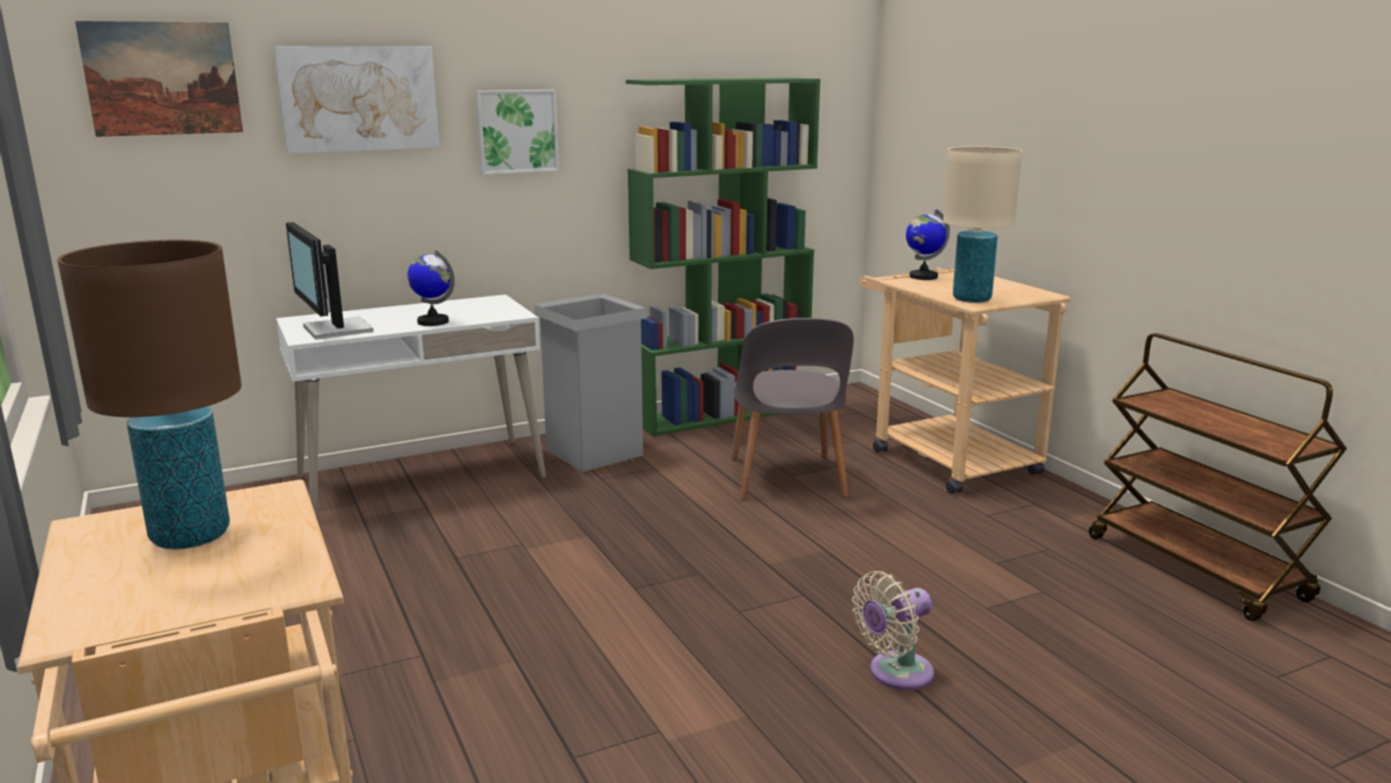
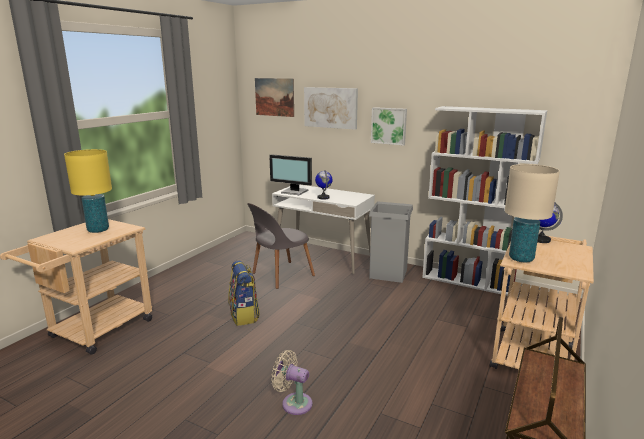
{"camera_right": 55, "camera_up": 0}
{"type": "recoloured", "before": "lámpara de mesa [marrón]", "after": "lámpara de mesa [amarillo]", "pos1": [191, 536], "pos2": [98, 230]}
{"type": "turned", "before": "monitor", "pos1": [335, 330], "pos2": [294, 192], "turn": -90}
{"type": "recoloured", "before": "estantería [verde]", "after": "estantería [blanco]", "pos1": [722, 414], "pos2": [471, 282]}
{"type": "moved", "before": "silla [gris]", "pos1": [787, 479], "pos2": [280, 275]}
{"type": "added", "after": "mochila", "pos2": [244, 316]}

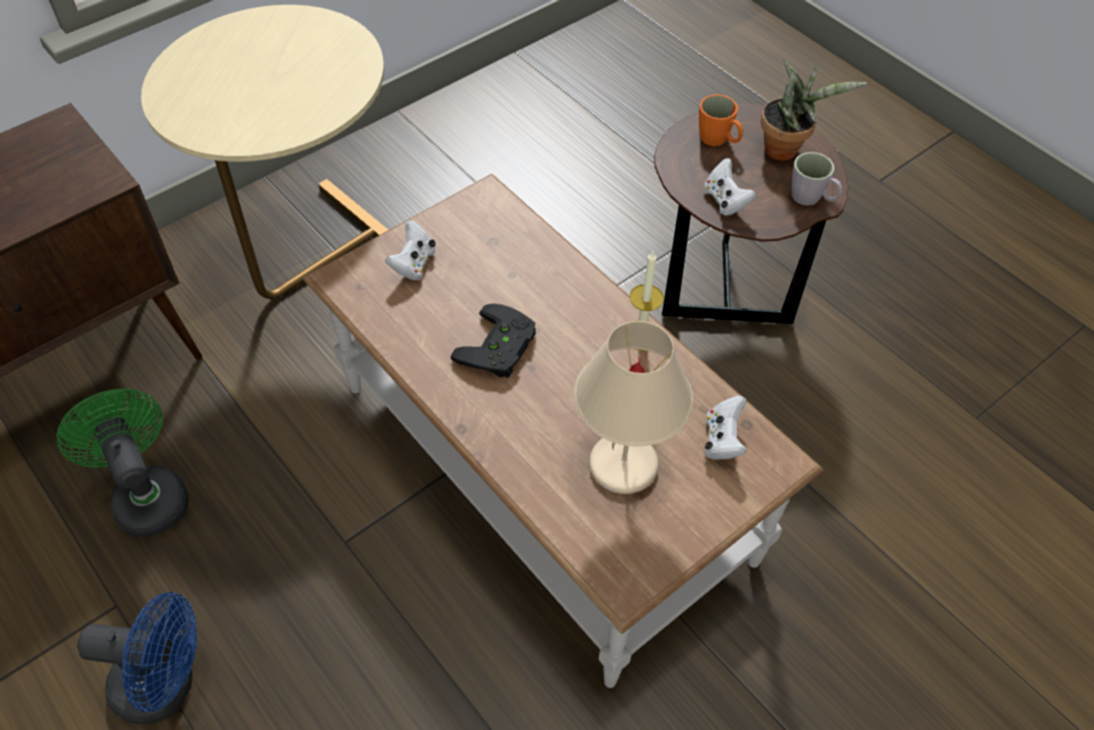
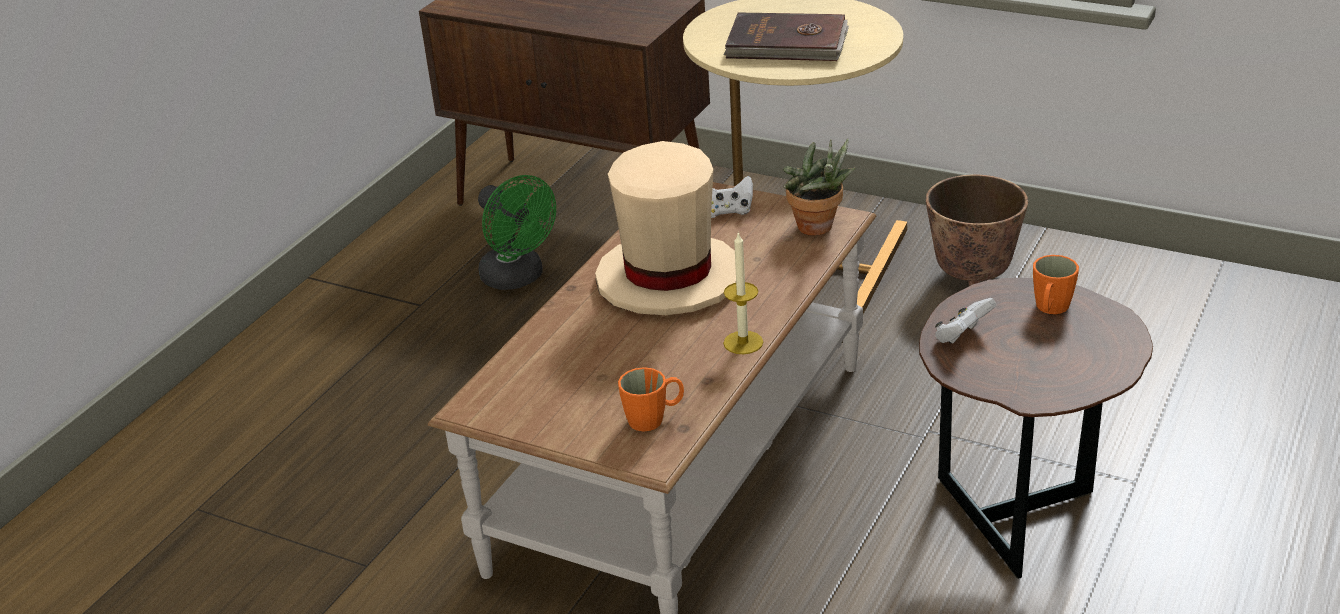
{"camera_right": 70, "camera_up": -20}
{"type": "turned", "before": "ventilador [verde]", "pos1": [147, 495], "pos2": [518, 278], "turn": 105}
{"type": "removed", "before": "ventilador [azul]", "pos1": [166, 686]}
{"type": "replaced", "before": "mando de consola [negro]", "after": "sombrero [beis]", "pos1": [501, 348], "pos2": [668, 279]}
{"type": "removed", "before": "lámpara de mesa [beis]", "pos1": [623, 467]}
{"type": "replaced", "before": "mando de consola [blanco]", "after": "taza grande [naranja]", "pos1": [722, 440], "pos2": [654, 418]}
{"type": "moved", "before": "planta en maceta", "pos1": [785, 149], "pos2": [818, 229]}
{"type": "removed", "before": "taza grande [gris]", "pos1": [811, 199]}
{"type": "added", "after": "libro [marrón]", "pos2": [787, 44]}
{"type": "added", "after": "maceta", "pos2": [973, 276]}

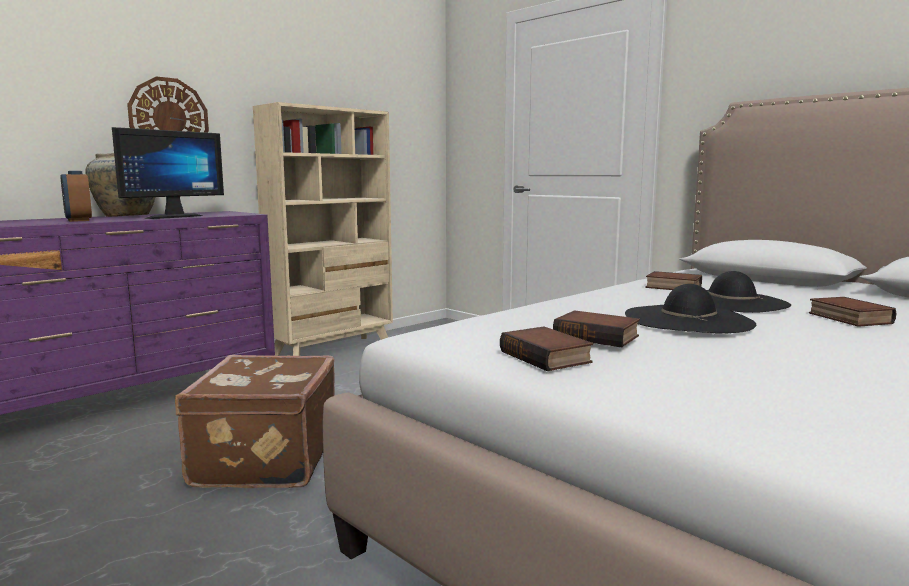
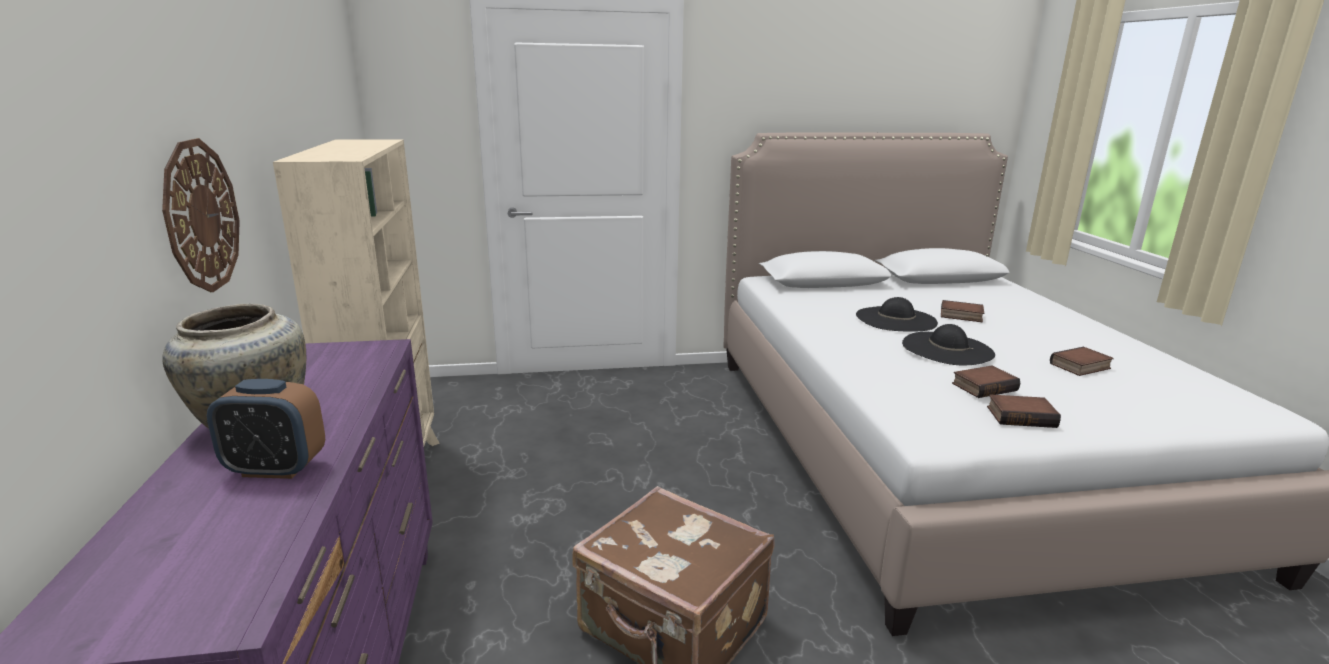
{"camera_right": -55, "camera_up": 10}
{"type": "removed", "before": "monitor", "pos1": [170, 217]}
{"type": "moved", "before": "libro", "pos1": [672, 287], "pos2": [1080, 367]}

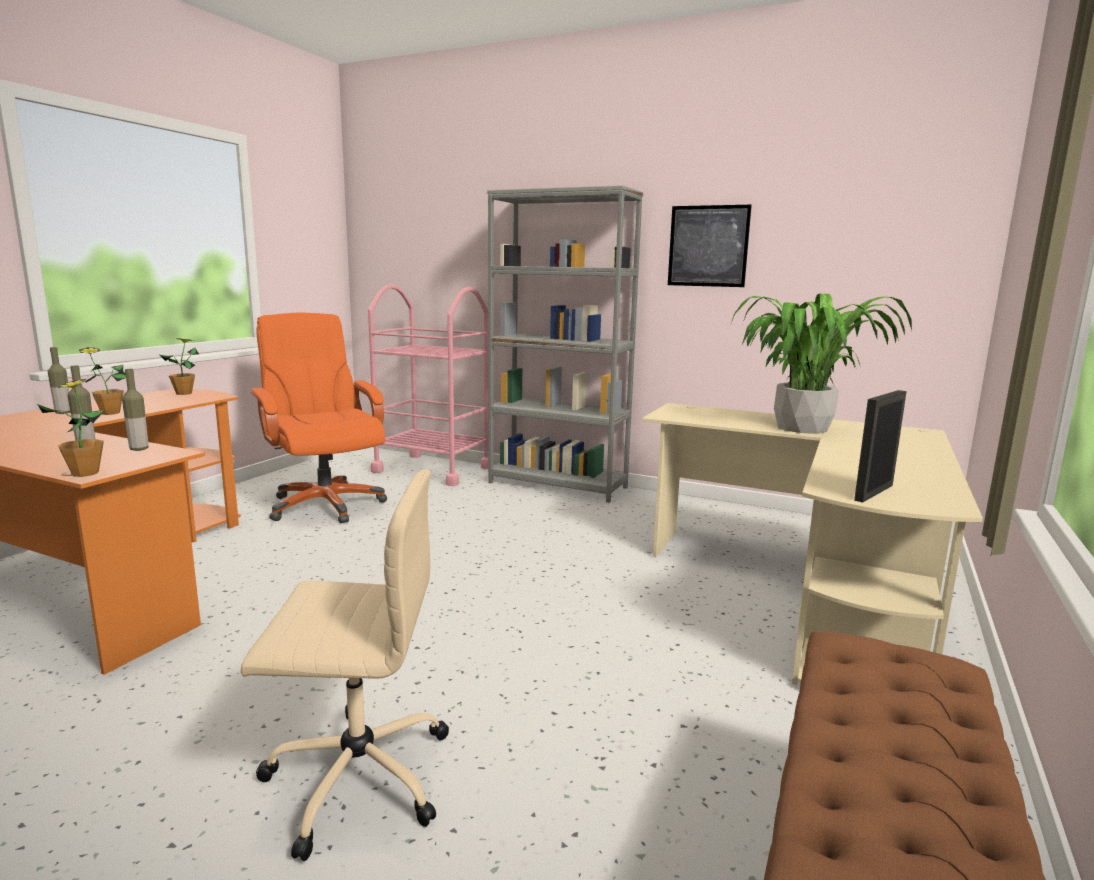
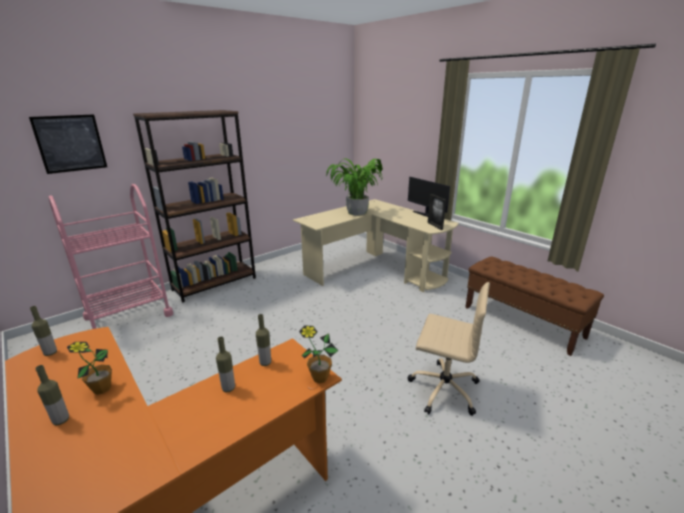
{"camera_right": -65, "camera_up": 10}
{"type": "replaced", "before": "planta en maceta", "after": "botella", "pos1": [184, 393], "pos2": [50, 353]}
{"type": "turned", "before": "silla de oficina [beis]", "pos1": [355, 776], "pos2": [443, 389], "turn": 90}
{"type": "removed", "before": "silla de oficina [naranja]", "pos1": [325, 505]}
{"type": "recoloured", "before": "estantería [gris]", "after": "estantería [marrón]", "pos1": [558, 485], "pos2": [215, 284]}
{"type": "moved", "before": "cuadro", "pos1": [708, 246], "pos2": [70, 143]}
{"type": "added", "after": "monitor", "pos2": [426, 215]}

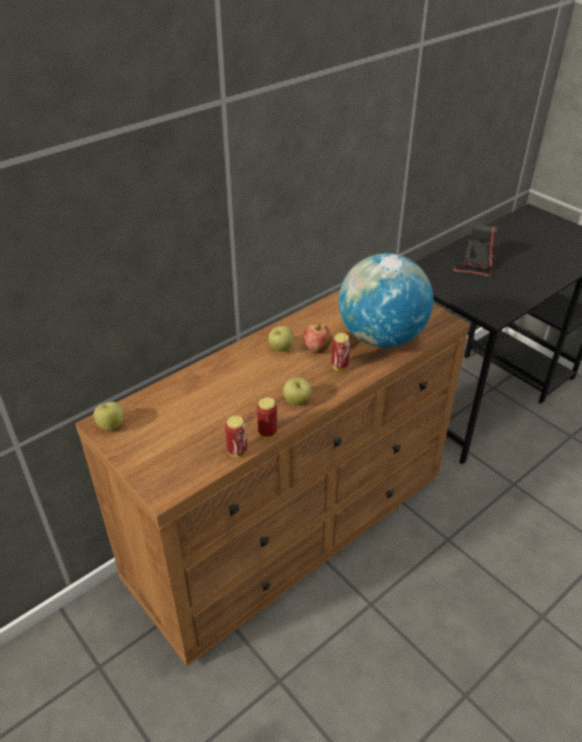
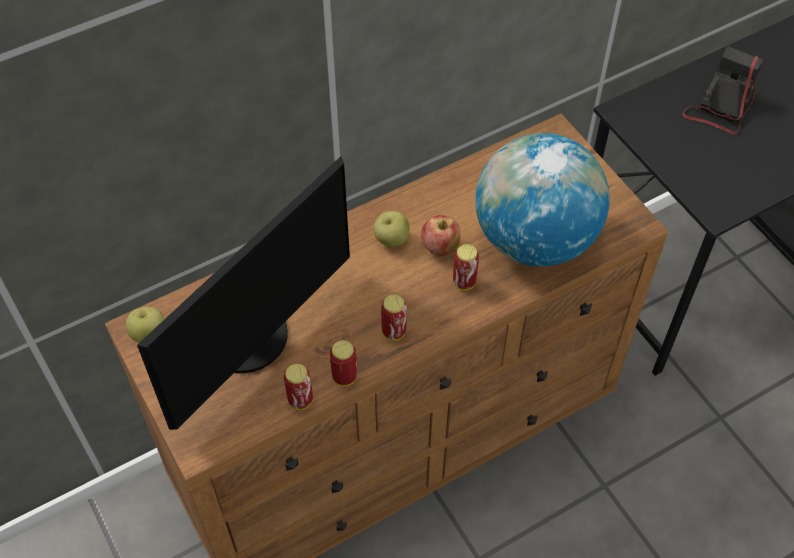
{"camera_right": 10, "camera_up": 15}
{"type": "replaced", "before": "manzana", "after": "lata", "pos1": [297, 401], "pos2": [394, 332]}
{"type": "added", "after": "monitor", "pos2": [252, 340]}

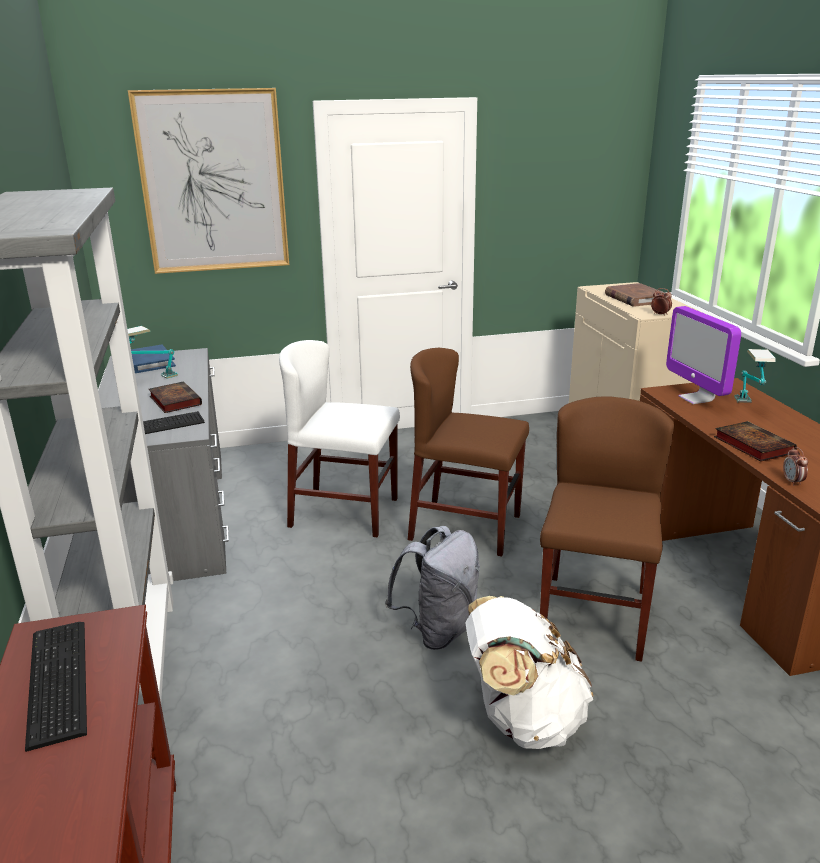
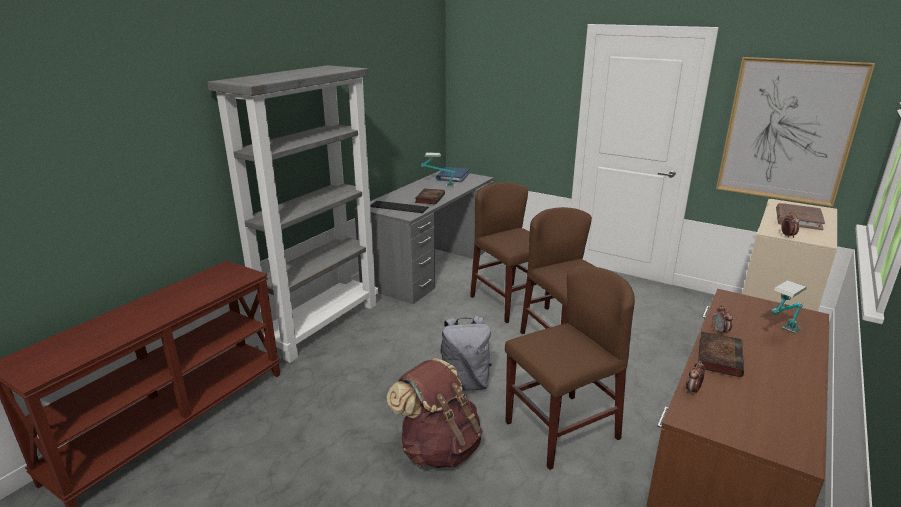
{"camera_right": 45, "camera_up": 0}
{"type": "removed", "before": "teclado", "pos1": [54, 683]}
{"type": "moved", "before": "cuadro", "pos1": [213, 182], "pos2": [788, 131]}
{"type": "recoloured", "before": "silla [blanco]", "after": "silla [marrón]", "pos1": [344, 512], "pos2": [509, 302]}
{"type": "recoloured", "before": "mochila [blanco]", "after": "mochila [marrón]", "pos1": [522, 719], "pos2": [438, 448]}
{"type": "removed", "before": "monitor", "pos1": [696, 398]}
{"type": "added", "after": "despertador", "pos2": [720, 331]}

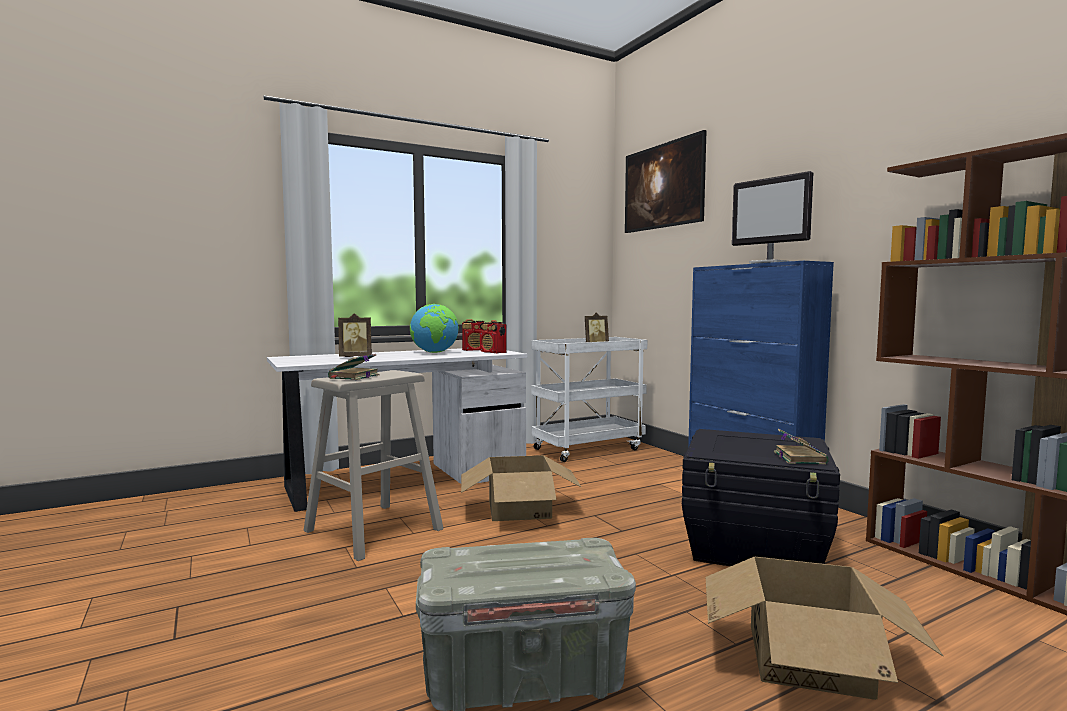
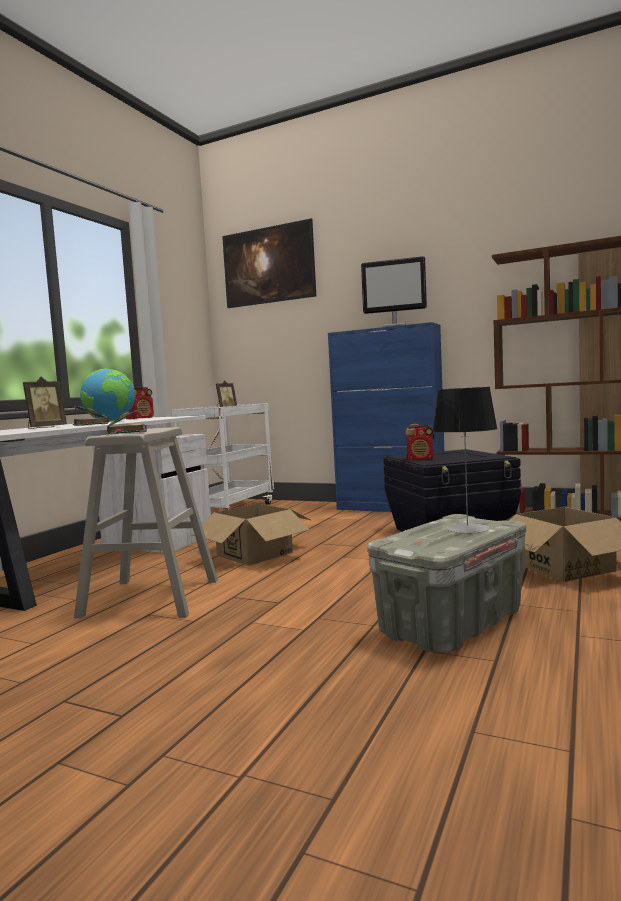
{"camera_right": -35, "camera_up": 0}
{"type": "moved", "before": "radio", "pos1": [493, 352], "pos2": [420, 459]}
{"type": "moved", "before": "libro", "pos1": [799, 457], "pos2": [90, 424]}
{"type": "added", "after": "lámpara de mesa", "pos2": [467, 528]}

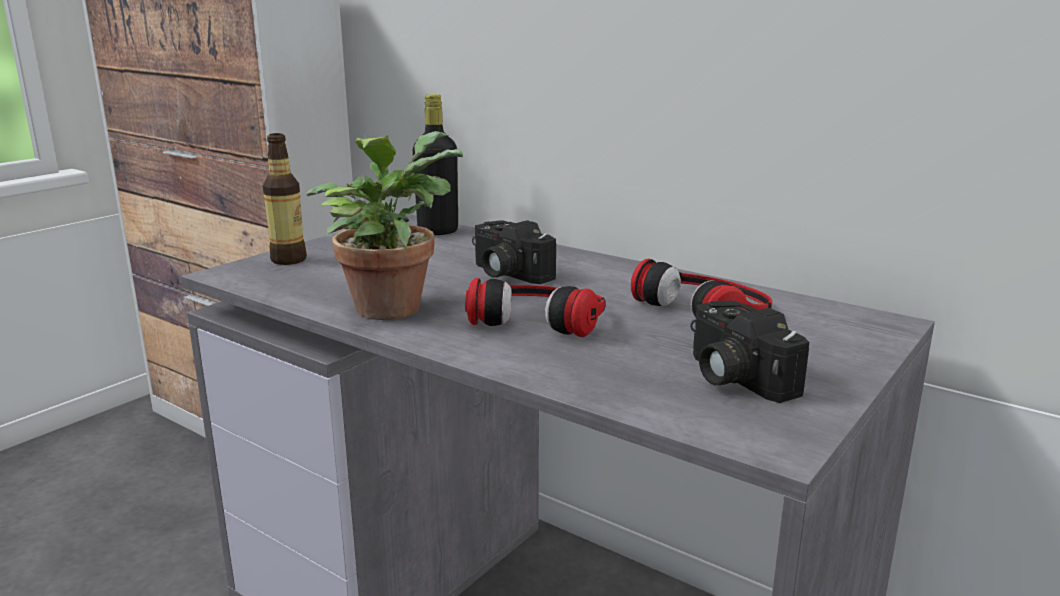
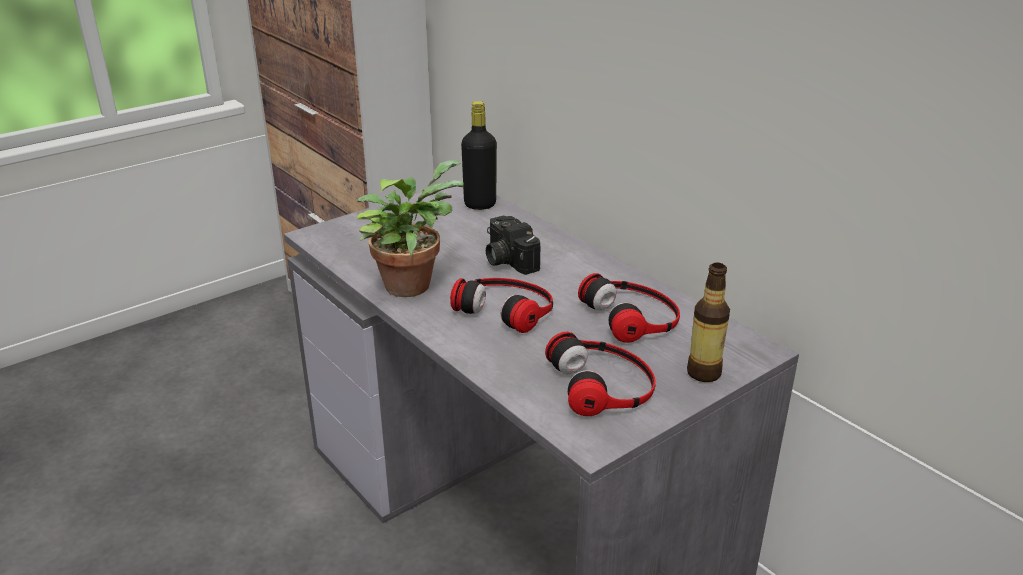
{"camera_right": 15, "camera_up": 10}
{"type": "moved", "before": "botella", "pos1": [289, 260], "pos2": [704, 373]}
{"type": "replaced", "before": "cámara", "after": "auriculares", "pos1": [732, 377], "pos2": [603, 384]}

